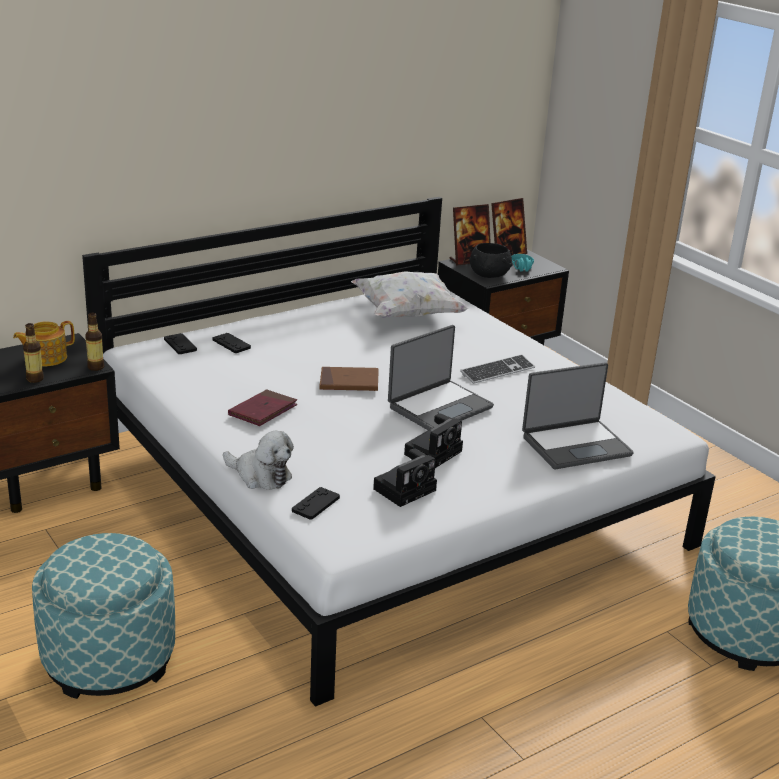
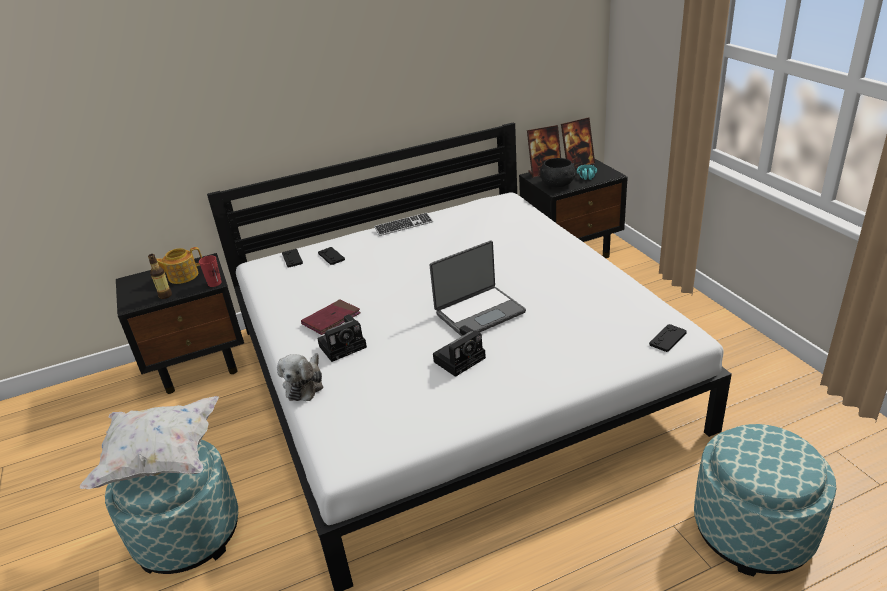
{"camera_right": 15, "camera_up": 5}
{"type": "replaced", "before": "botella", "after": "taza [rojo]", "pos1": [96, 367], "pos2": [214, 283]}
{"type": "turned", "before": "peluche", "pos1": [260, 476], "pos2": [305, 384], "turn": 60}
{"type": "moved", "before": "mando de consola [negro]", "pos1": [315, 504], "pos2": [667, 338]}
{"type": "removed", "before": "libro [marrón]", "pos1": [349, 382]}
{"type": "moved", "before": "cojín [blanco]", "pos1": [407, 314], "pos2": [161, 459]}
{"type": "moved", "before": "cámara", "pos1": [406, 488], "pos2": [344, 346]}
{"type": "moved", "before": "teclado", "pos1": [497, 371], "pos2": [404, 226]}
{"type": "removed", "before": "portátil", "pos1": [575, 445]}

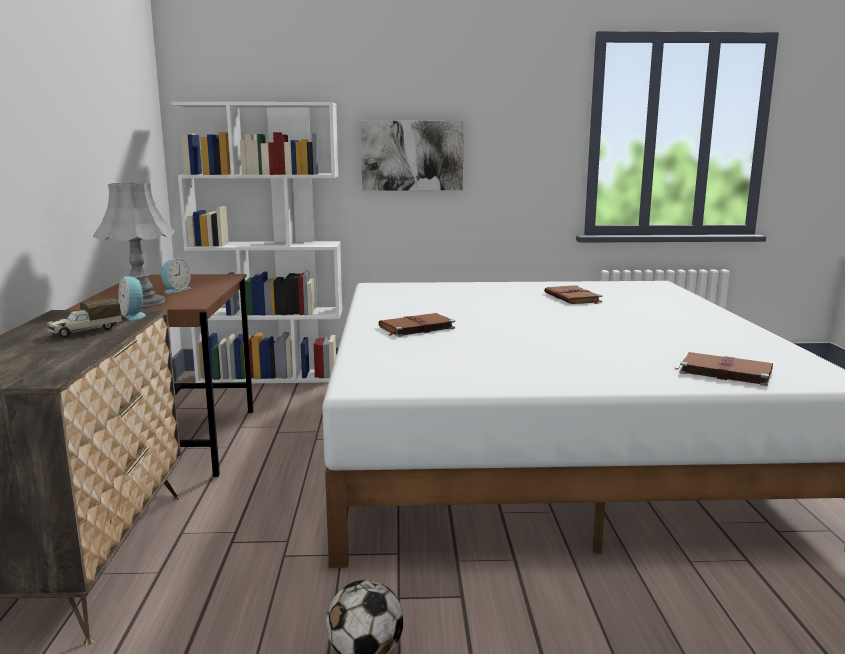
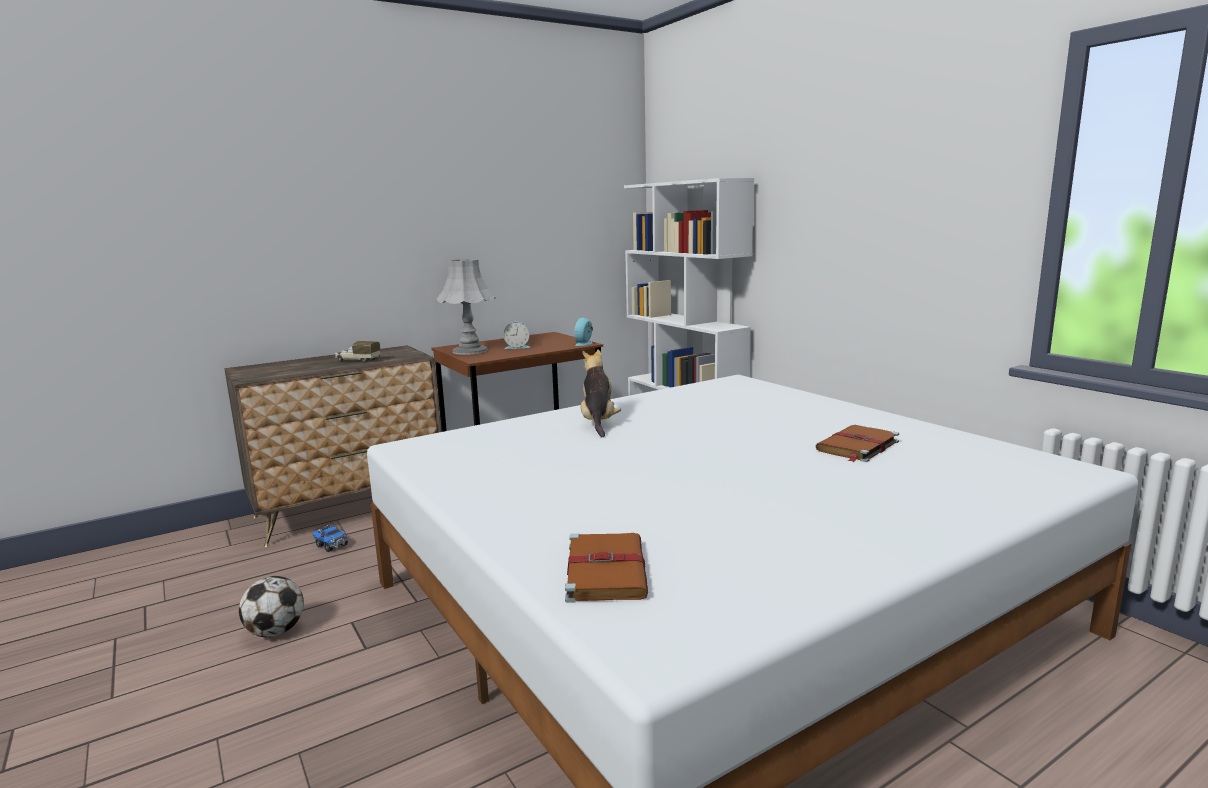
{"camera_right": 60, "camera_up": 0}
{"type": "moved", "before": "despertador", "pos1": [134, 315], "pos2": [585, 343]}
{"type": "removed", "before": "cuadro", "pos1": [412, 155]}
{"type": "replaced", "before": "libro [marrón]", "after": "peluche", "pos1": [415, 327], "pos2": [598, 422]}
{"type": "added", "after": "camión de juguete", "pos2": [331, 545]}

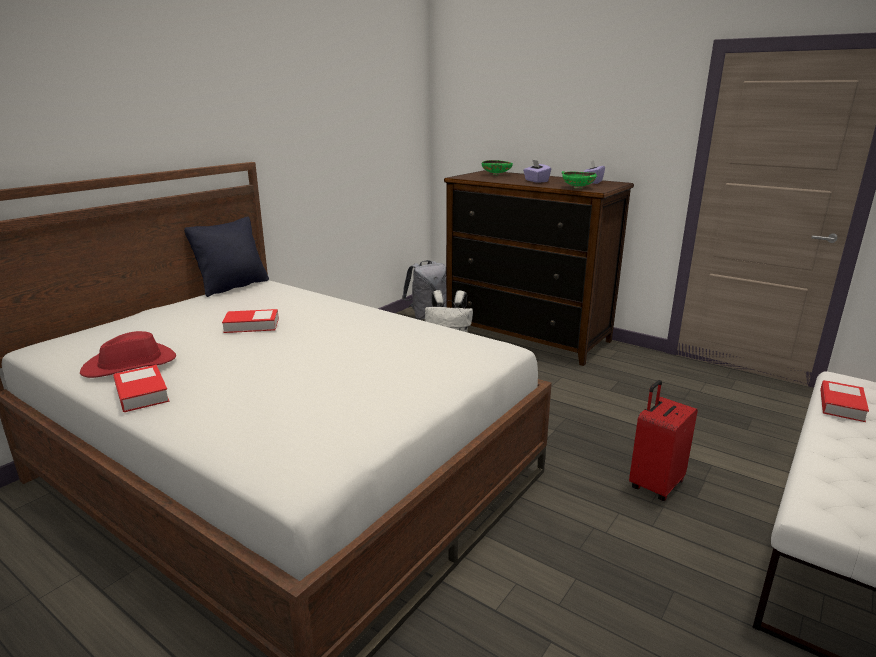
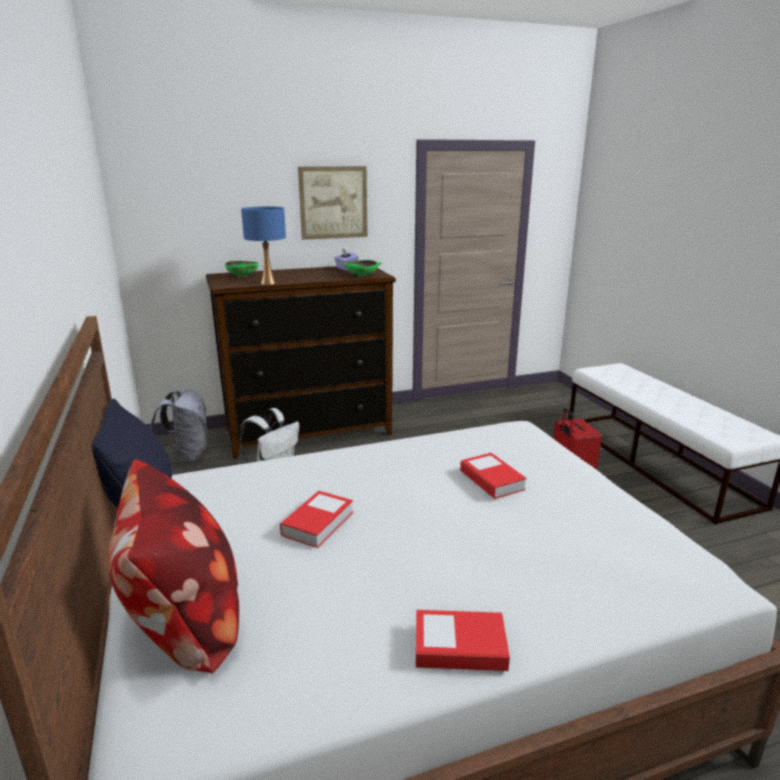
{"camera_right": -55, "camera_up": 0}
{"type": "removed", "before": "sombrero [rojo]", "pos1": [131, 365]}
{"type": "removed", "before": "caja de pañuelos [morado]", "pos1": [536, 181]}
{"type": "moved", "before": "libro", "pos1": [841, 405], "pos2": [491, 480]}
{"type": "added", "after": "cojín", "pos2": [185, 622]}
{"type": "added", "after": "lámpara de mesa [azul]", "pos2": [268, 283]}
{"type": "added", "after": "cuadro", "pos2": [333, 202]}

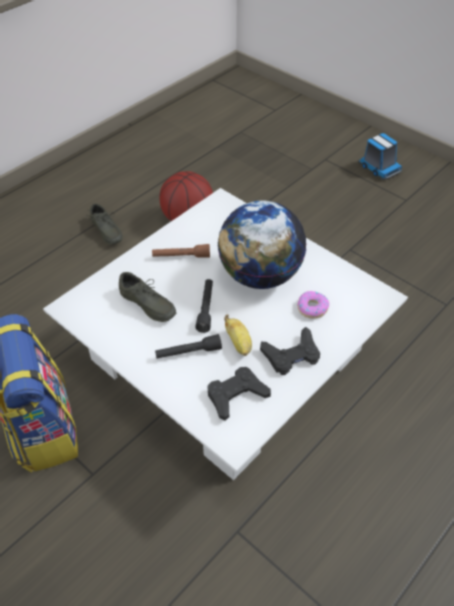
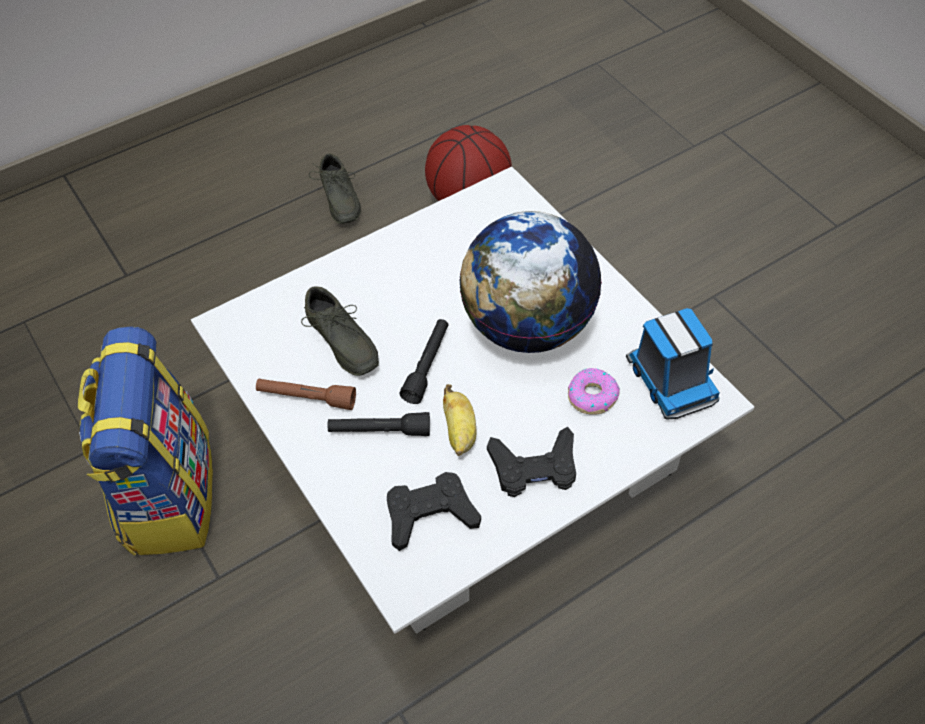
{"camera_right": 15, "camera_up": 5}
{"type": "moved", "before": "linterna [marrón]", "pos1": [181, 256], "pos2": [306, 398]}
{"type": "moved", "before": "camión de juguete", "pos1": [378, 168], "pos2": [670, 380]}

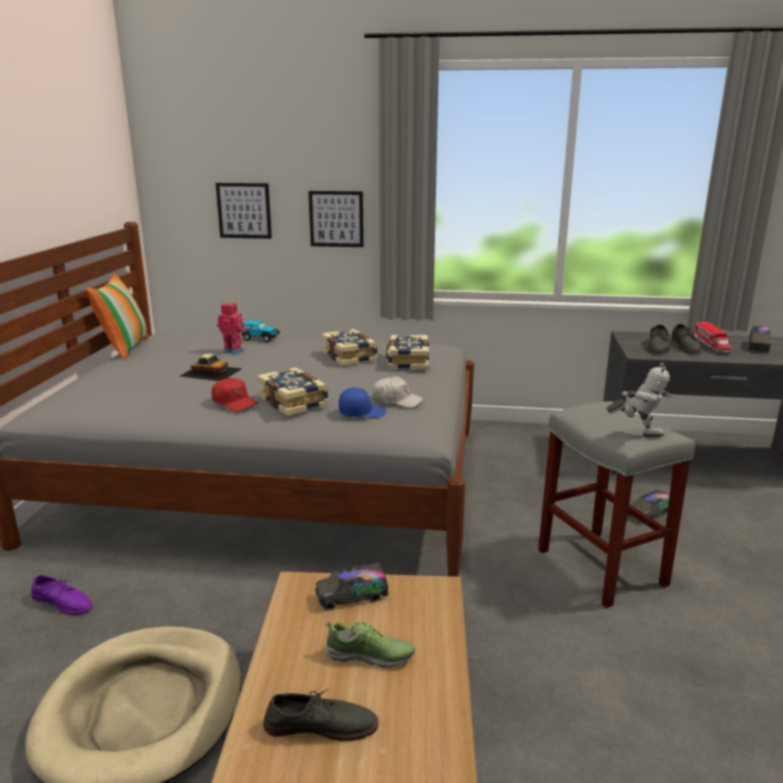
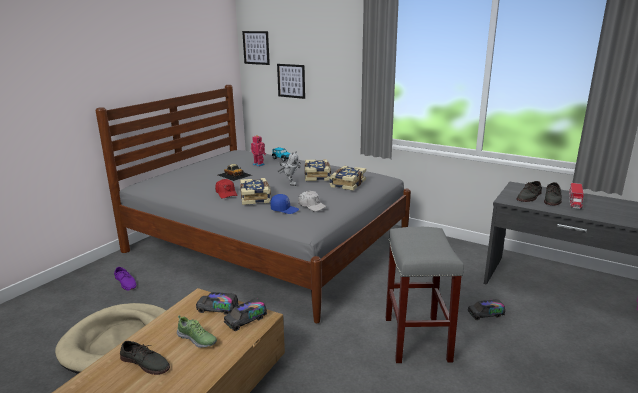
{"camera_right": 25, "camera_up": 0}
{"type": "removed", "before": "cojín", "pos1": [125, 348]}
{"type": "moved", "before": "cuadro", "pos1": [336, 219], "pos2": [256, 47]}
{"type": "moved", "before": "robot de juguete", "pos1": [637, 433], "pos2": [290, 183]}
{"type": "moved", "before": "camión de juguete", "pos1": [758, 346], "pos2": [246, 320]}

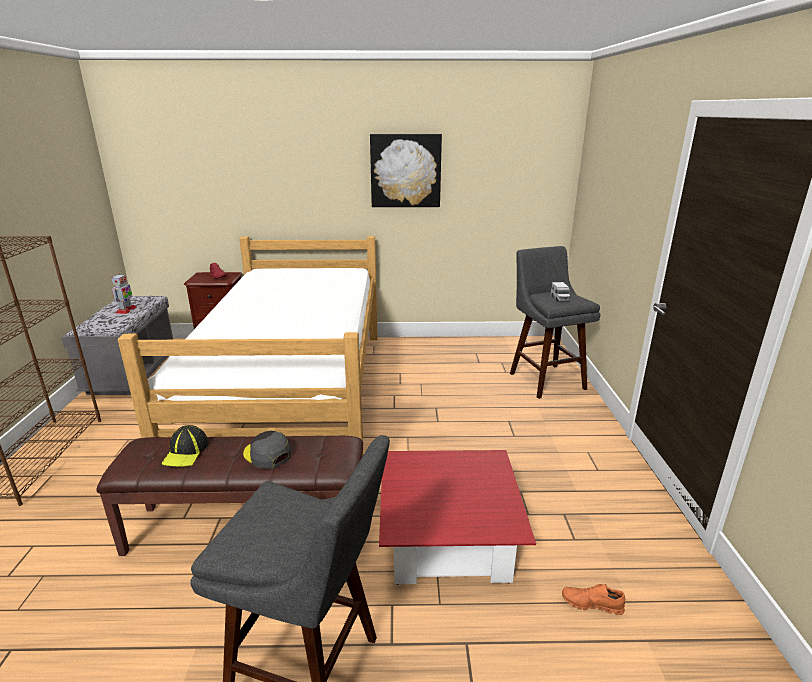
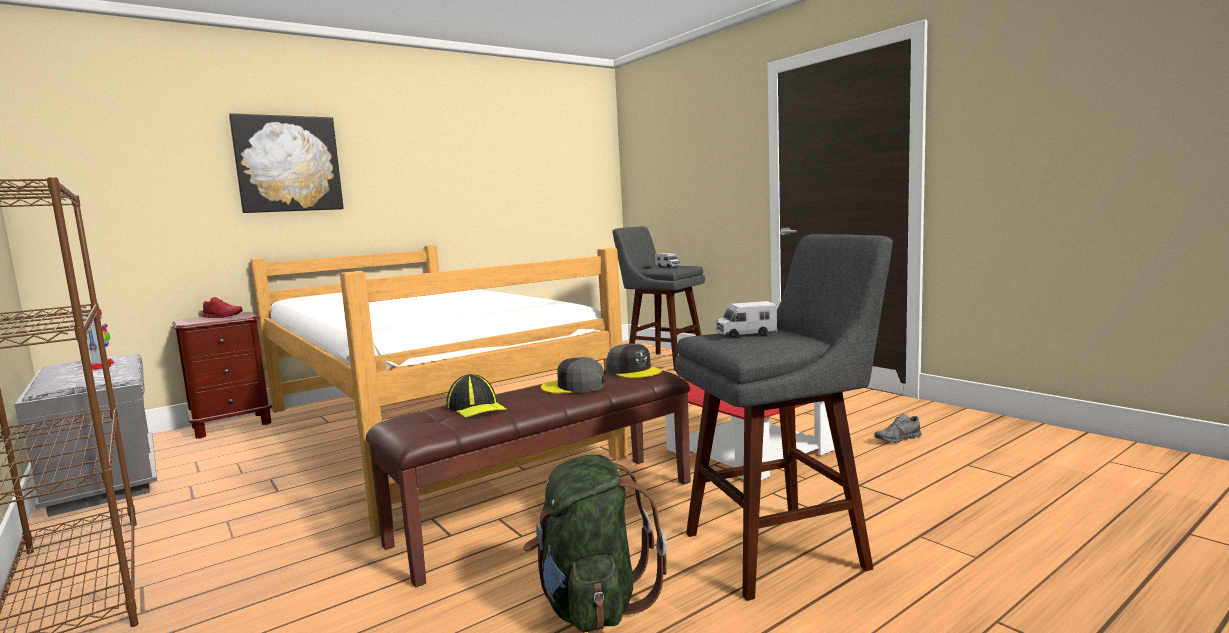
{"camera_right": -35, "camera_up": -15}
{"type": "moved", "before": "cuadro", "pos1": [405, 171], "pos2": [288, 164]}
{"type": "recoloured", "before": "zapato [naranja]", "after": "zapato [gris]", "pos1": [591, 604], "pos2": [897, 439]}
{"type": "added", "after": "mochila [verde]", "pos2": [592, 604]}
{"type": "added", "after": "gorra [gris]", "pos2": [633, 371]}
{"type": "added", "after": "camión de juguete", "pos2": [745, 334]}

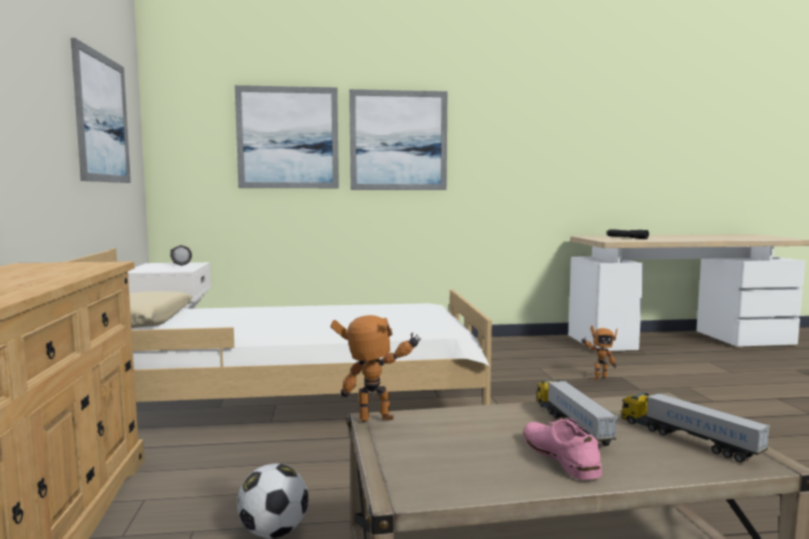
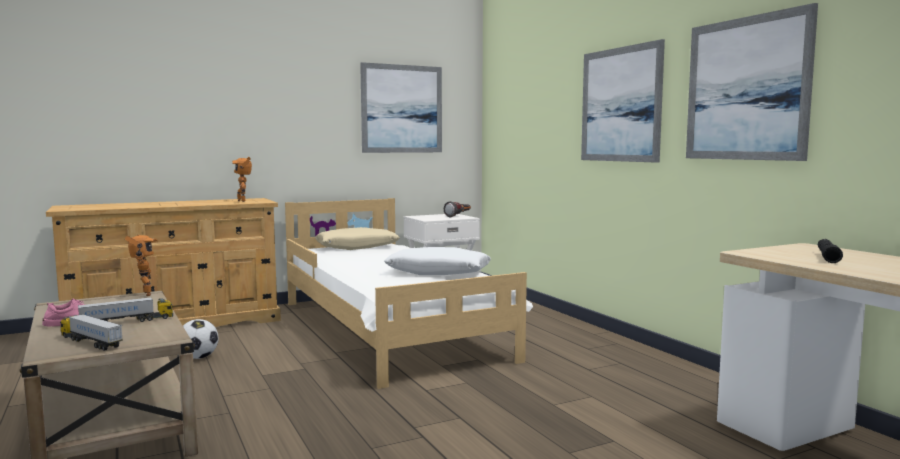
{"camera_right": 70, "camera_up": 0}
{"type": "moved", "before": "cuadro", "pos1": [288, 138], "pos2": [746, 89]}
{"type": "moved", "before": "robot de juguete", "pos1": [598, 377], "pos2": [243, 201]}
{"type": "turned", "before": "camión de juguete", "pos1": [687, 439], "pos2": [91, 342], "turn": -90}
{"type": "added", "after": "cojín [blanco]", "pos2": [438, 272]}

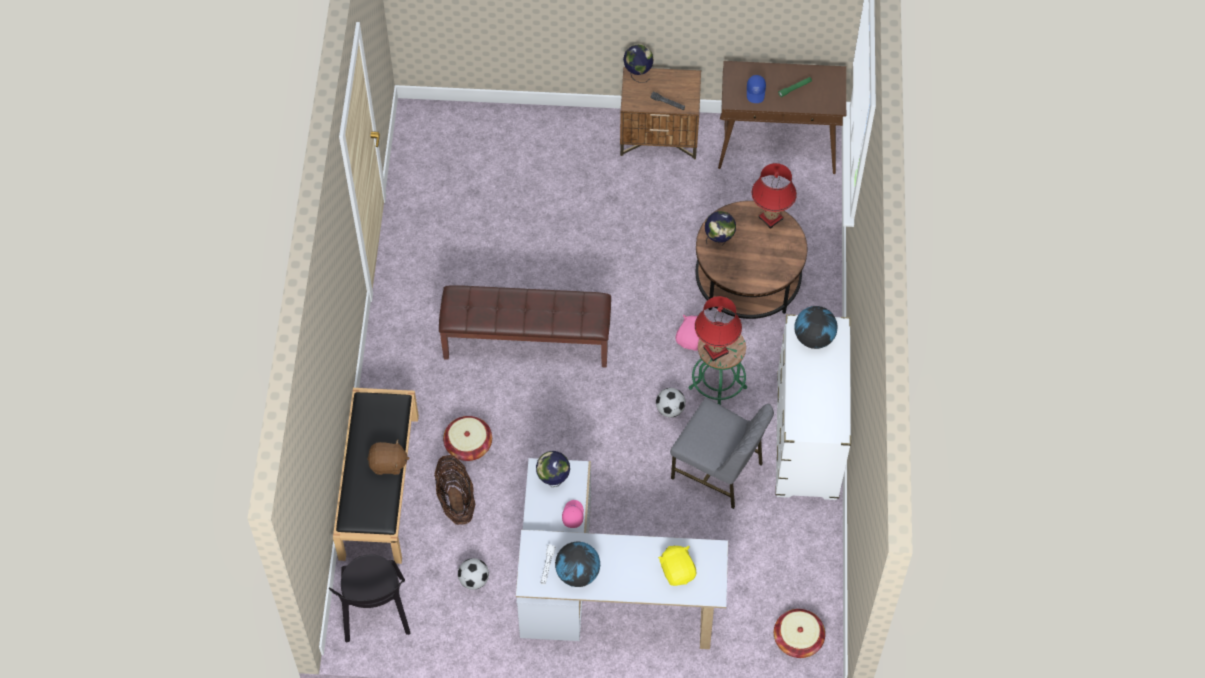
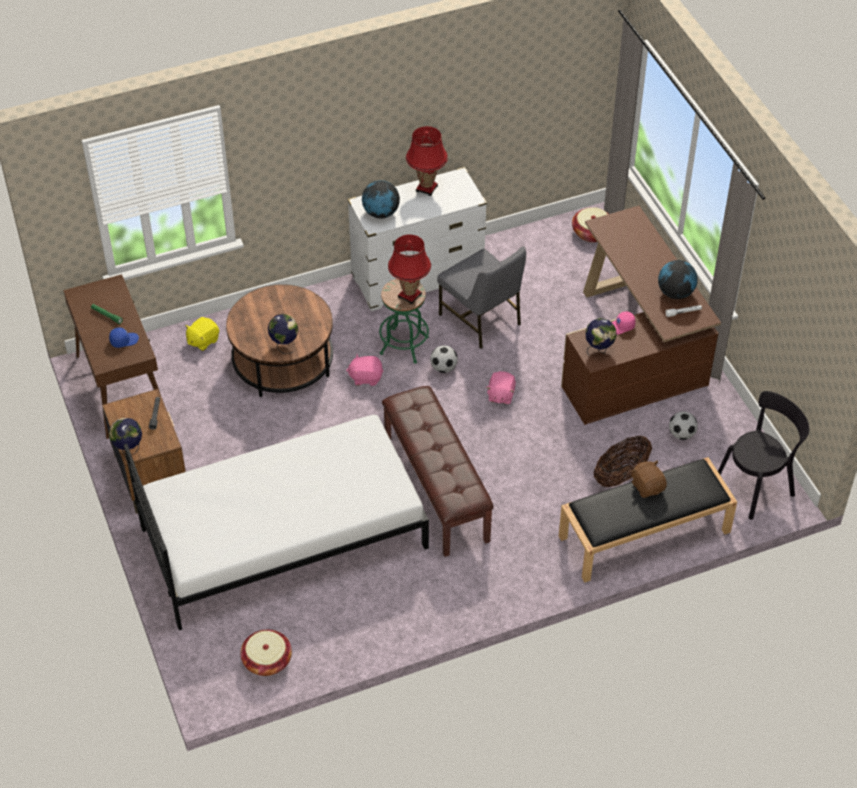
{"camera_right": -115, "camera_up": -10}
{"type": "moved", "before": "cesta", "pos1": [468, 445], "pos2": [267, 660]}
{"type": "recoloured", "before": "escritorio [blanco]", "after": "escritorio [marrón]", "pos1": [602, 590], "pos2": [632, 352]}
{"type": "moved", "before": "peluche [amarillo]", "pos1": [677, 571], "pos2": [203, 340]}
{"type": "turned", "before": "silla [gris]", "pos1": [718, 471], "pos2": [481, 320], "turn": 135}
{"type": "moved", "before": "lámpara de mesa [rojo]", "pos1": [770, 218], "pos2": [426, 188]}
{"type": "added", "after": "cama [blanco]", "pos2": [283, 536]}
{"type": "added", "after": "peluche [rosa]", "pos2": [500, 395]}

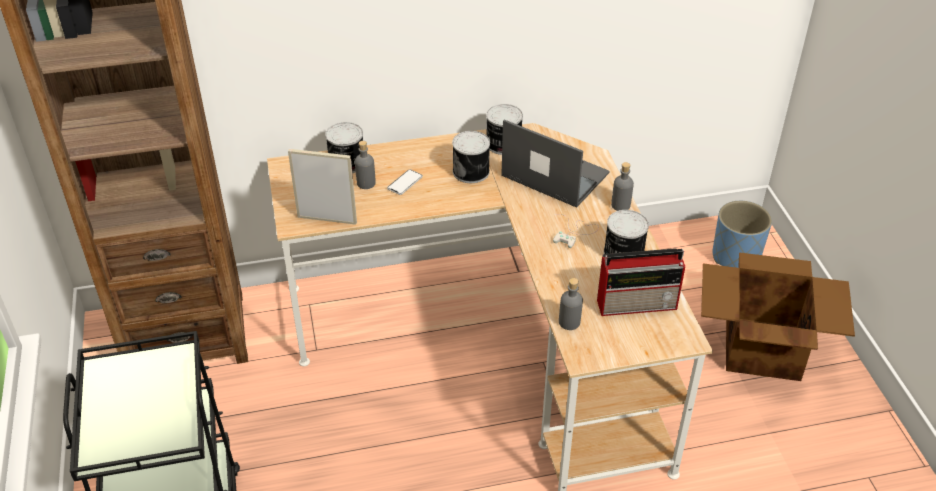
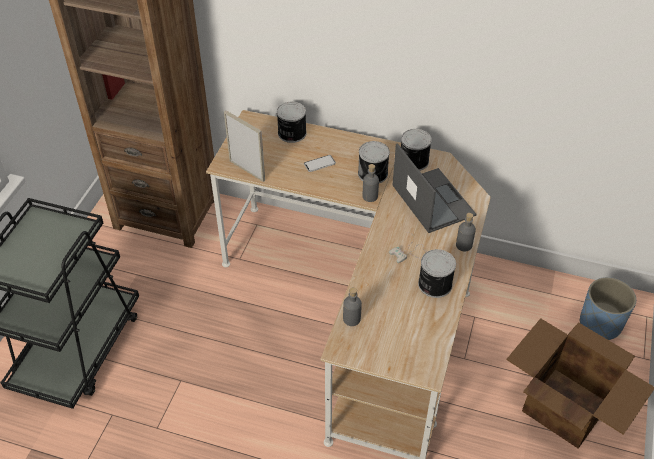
{"camera_right": 30, "camera_up": 5}
{"type": "moved", "before": "botella [gris]", "pos1": [366, 183], "pos2": [370, 196]}
{"type": "removed", "before": "radio", "pos1": [638, 303]}

